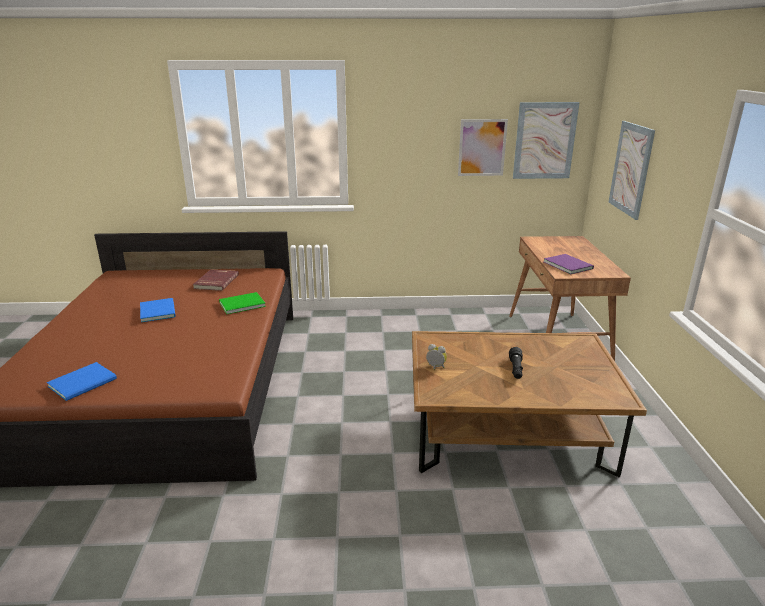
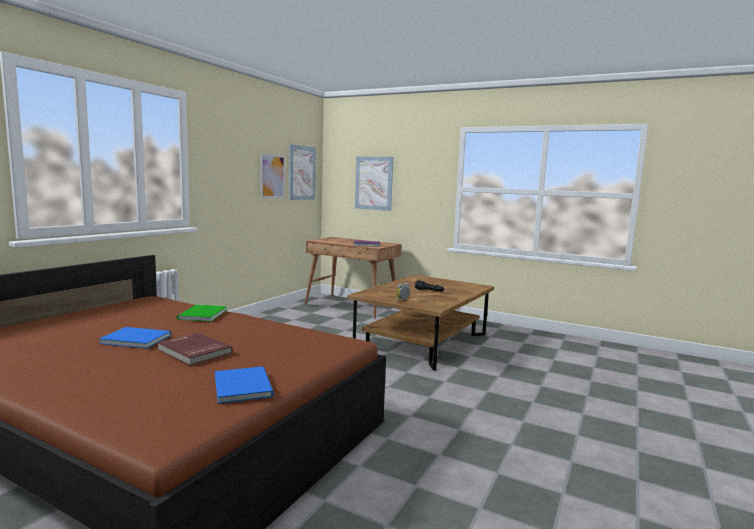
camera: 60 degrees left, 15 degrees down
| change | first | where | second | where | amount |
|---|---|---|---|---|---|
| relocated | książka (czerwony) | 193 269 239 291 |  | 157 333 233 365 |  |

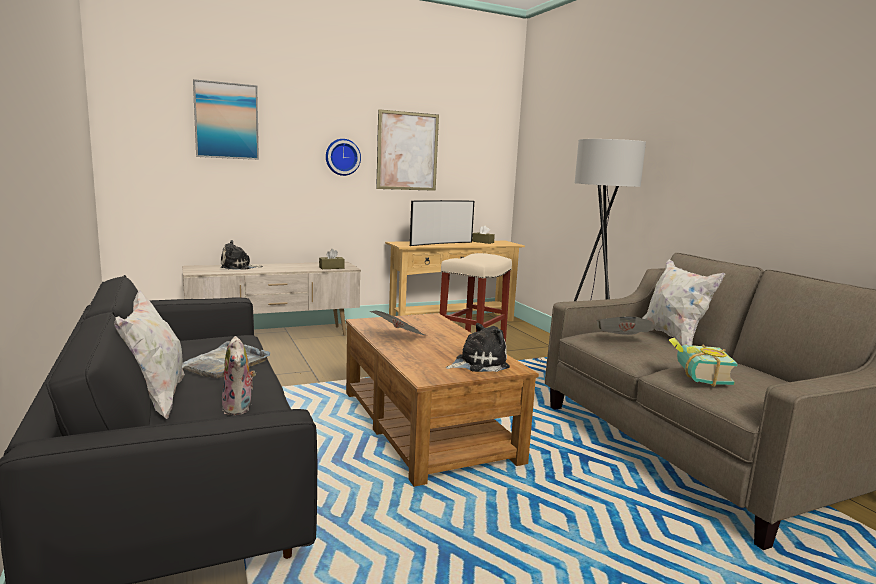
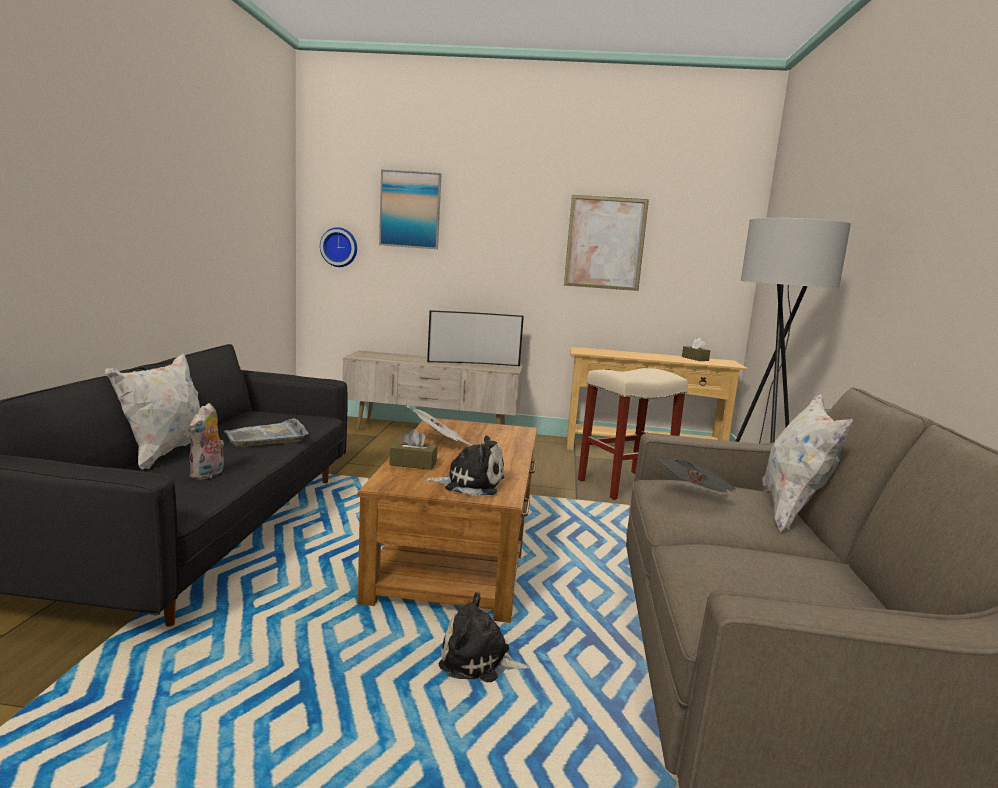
camera: 30 degrees right, 0 degrees up
| change | first | where | second | where | amount |
|---|---|---|---|---|---|
| missing | książka | 669 338 738 387 |  |  |  |
| relocated | pluszak | 221 240 263 270 |  | 439 592 530 682 |  |
| relocated | pudełko chusteczek (brązowy) | 319 249 345 269 |  | 390 429 437 470 |  |
| relocated | zegar ścienny | 326 139 361 176 |  | 320 227 357 267 |  |
| relocated | telewizor | 410 200 474 246 |  | 427 310 524 366 |  |

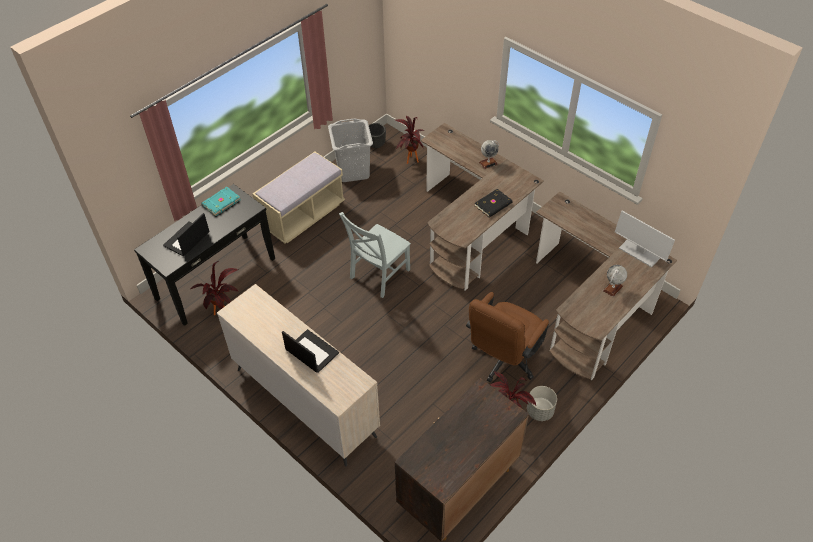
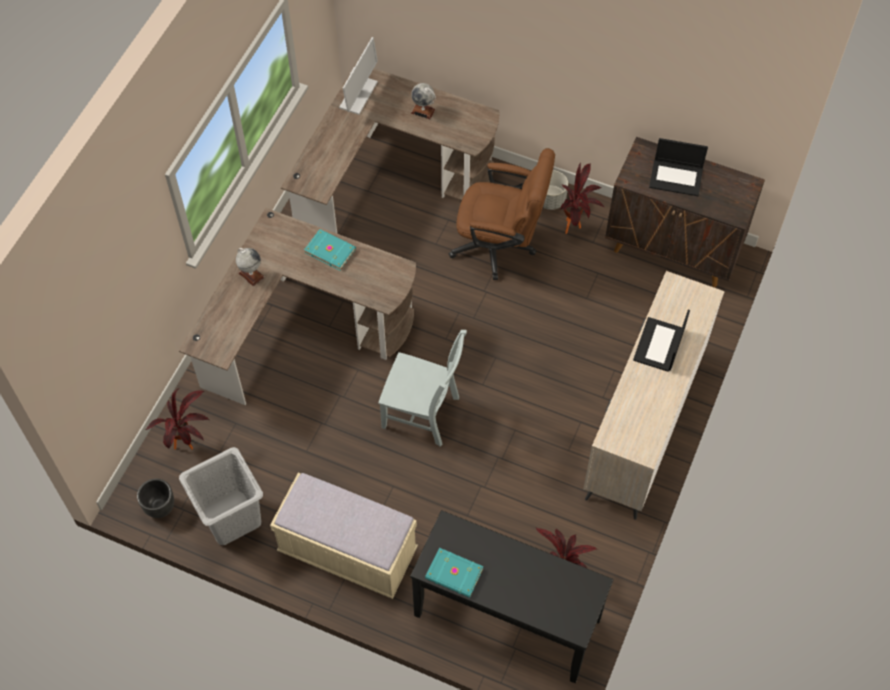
camera: 110 degrees left, 10 degrees up
| change | first | where | second | where | amount |
|---|---|---|---|---|---|
| relocated | laptop | 163 213 210 256 |  | 649 138 708 196 |  |
| colour | książka (czarny) | 475 189 513 218 | książka (turkusowy) | 304 229 356 270 |  |

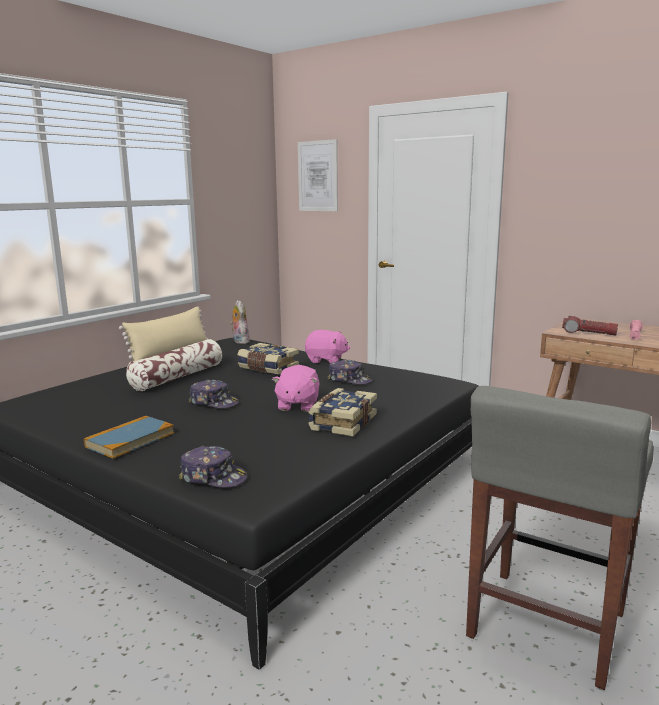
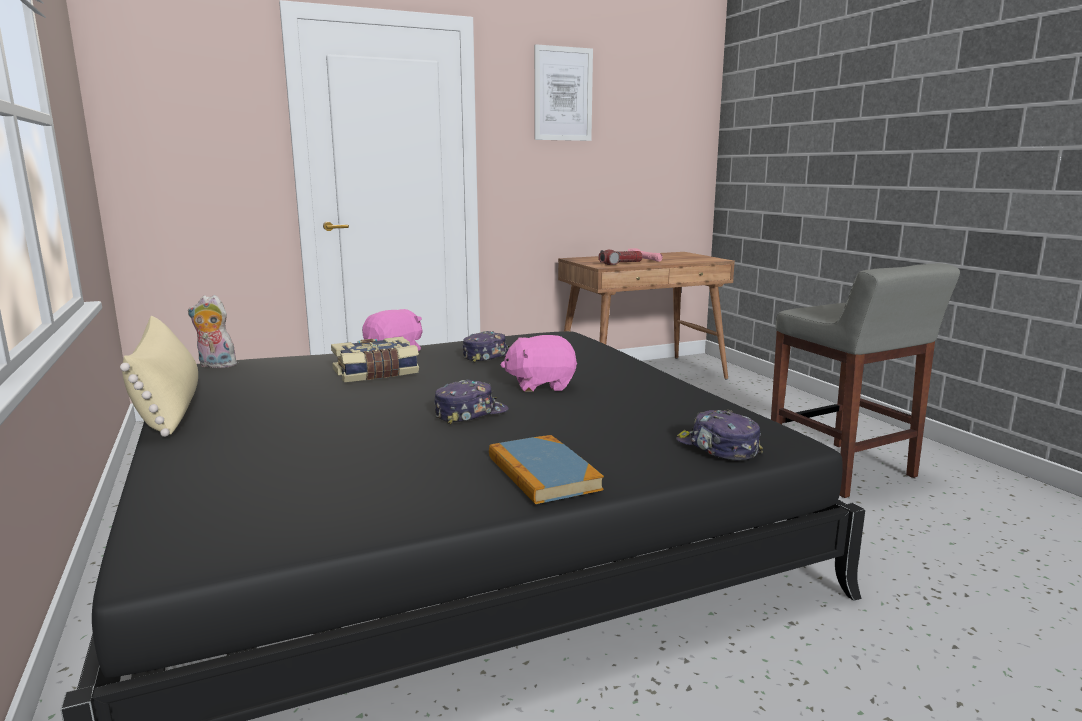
camera: 60 degrees left, 0 degrees up
| change | first | where | second | where | amount |
|---|---|---|---|---|---|
| missing | poduszka | 126 339 222 391 |  |  |  |
| missing | książka | 308 388 377 437 |  |  |  |
| relocated | obraz | 298 139 338 211 |  | 534 44 593 141 |  |
| spun | czapka z daszkiem | 178 446 248 488 |  | 676 410 763 460 | 90 degrees counterclockwise |
| spun | pluszak (różowy) | 272 365 319 412 |  | 500 335 577 392 | 135 degrees clockwise |

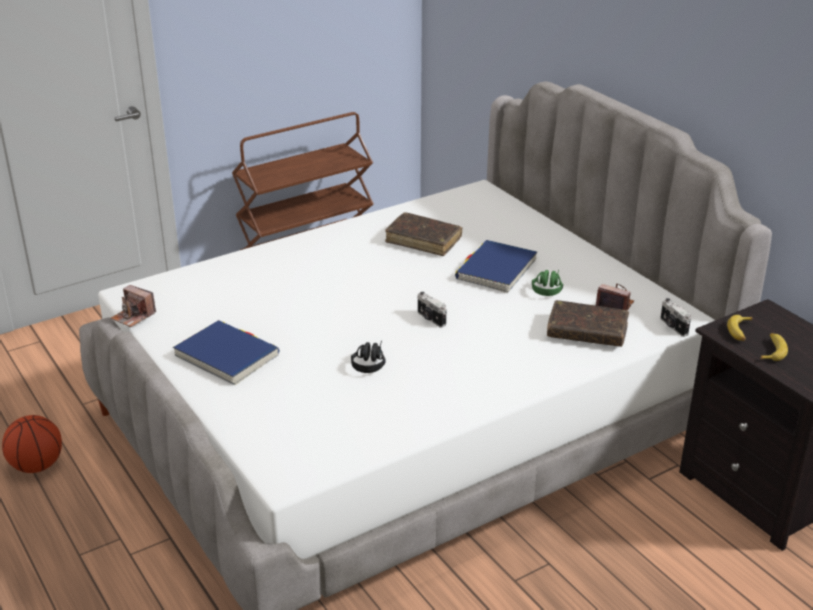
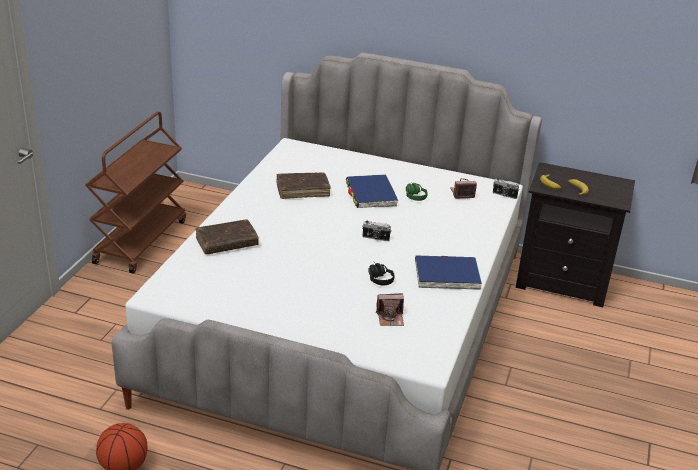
camera: 40 degrees left, 0 degrees up
| change | first | where | second | where | amount |
|---|---|---|---|---|---|
| relocated | aparat fotograficzny | 111 285 156 327 |  | 376 293 404 326 |  |
| relocated | książka (niebieski) | 173 320 280 385 |  | 415 255 482 290 |  |
| relocated | książka (brązowy) | 547 300 629 347 |  | 195 219 259 254 |  |

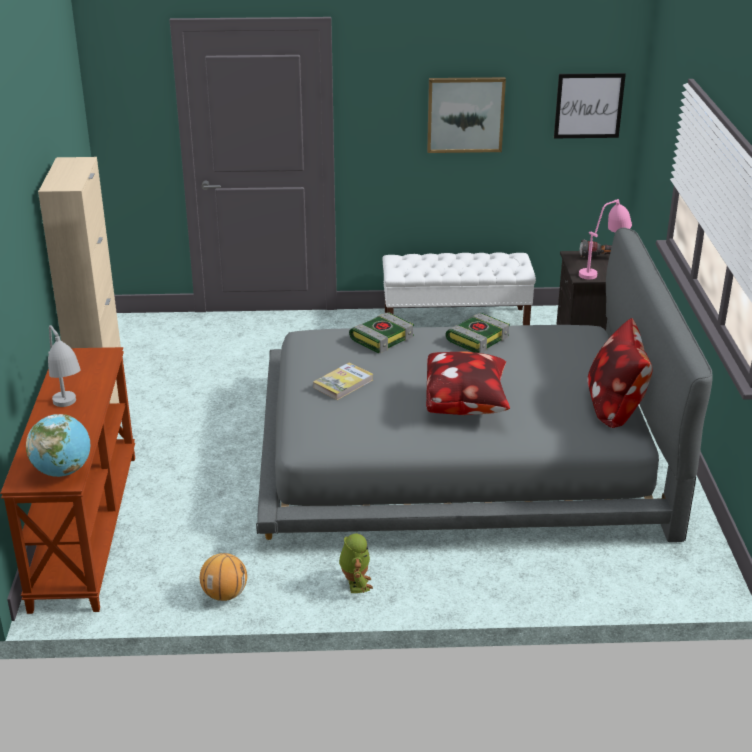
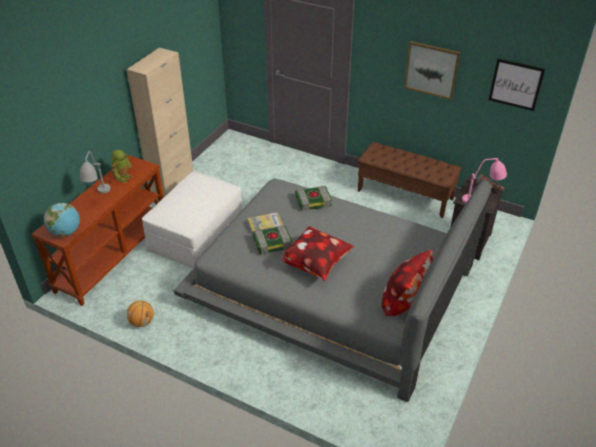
camera: 30 degrees right, 10 degrees up
| change | first | where | second | where | amount |
|---|---|---|---|---|---|
| appeared |  |  | pufa (biały) | 142 171 243 269 |  |
| relocated | robot zabawkowy | 339 534 373 593 |  | 112 150 133 183 |  |
| relocated | książka | 445 313 510 353 |  | 253 225 292 255 |  |
| colour | ławka (biały) | 382 253 536 325 | ławka (brązowy) | 358 142 462 218 |  |

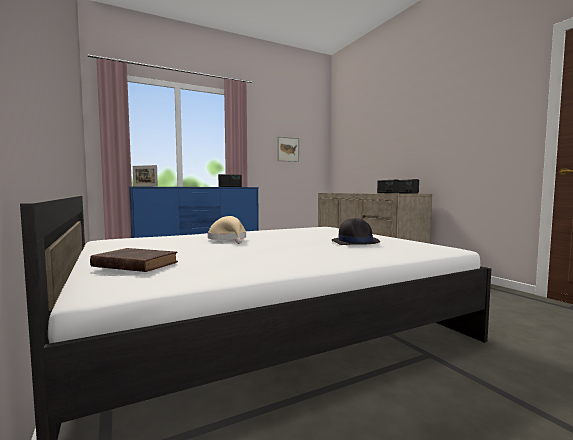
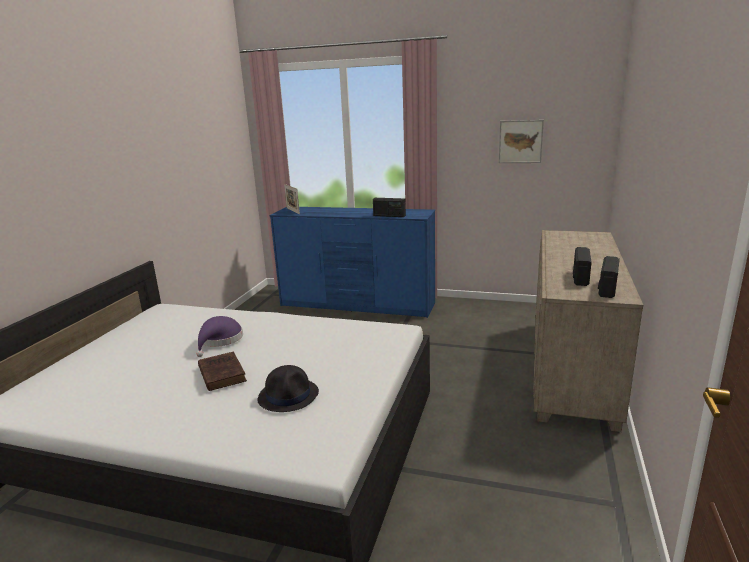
camera: 45 degrees right, 15 degrees up
| change | first | where | second | where | amount |
|---|---|---|---|---|---|
| relocated | książka (brązowy) | 90 248 178 272 |  | 198 352 247 391 |  |
| colour | kapelusz (beżowy) | 208 216 246 244 | kapelusz (fioletowy) | 196 316 243 357 |  |

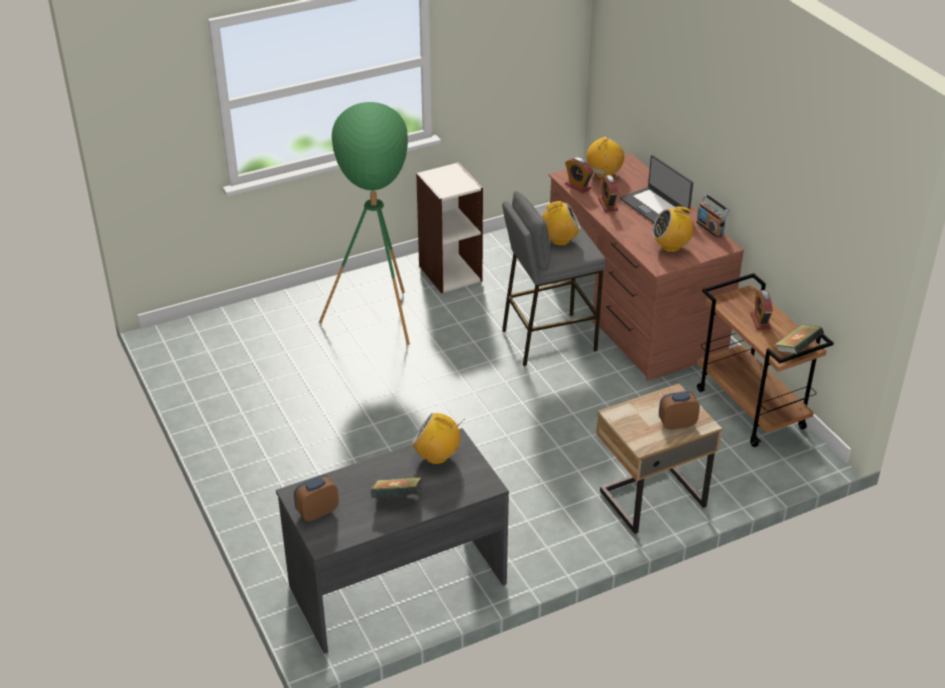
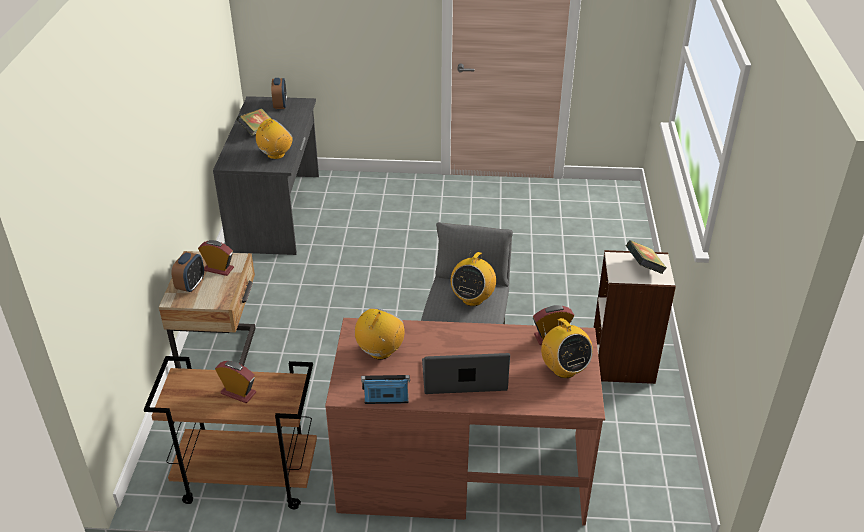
camera: 120 degrees right, 0 degrees up
| change | first | where | second | where | amount |
|---|---|---|---|---|---|
| missing | lampa stojąca (zielony) | 319 102 410 345 |  |  |  |
| relocated | budzik | 598 175 618 212 |  | 198 240 234 276 |  |
| relocated | książka | 775 325 824 354 |  | 626 240 666 274 |  |

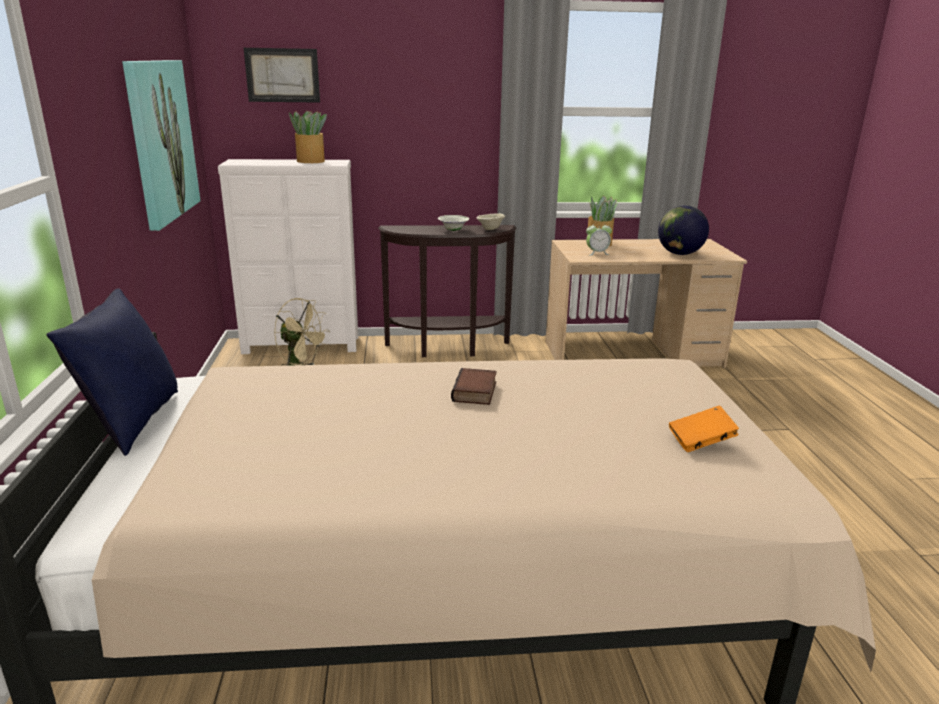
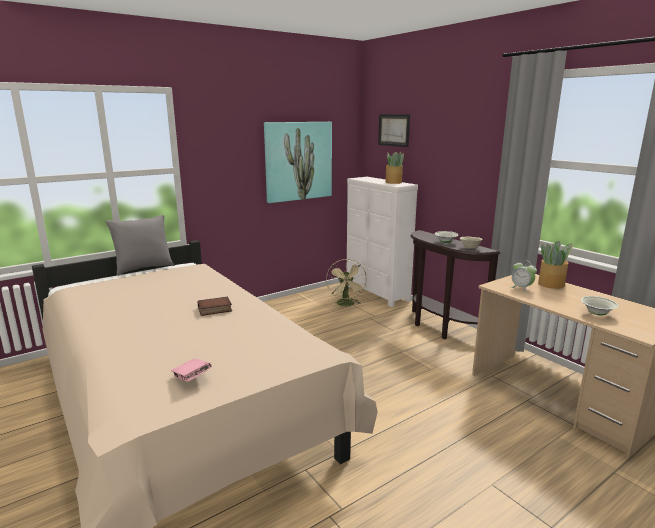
camera: 60 degrees right, 5 degrees down
| change | first | where | second | where | amount |
|---|---|---|---|---|---|
| exchanged | globus | 658 205 709 255 | miska (biały) | 581 296 619 316 |  |
| colour | poduszka (niebieski) | 46 288 178 456 | poduszka (szary) | 106 215 174 276 |  |
| colour | książka (pomarańczowy) | 669 406 739 452 | książka (różowy) | 171 358 212 382 |  |

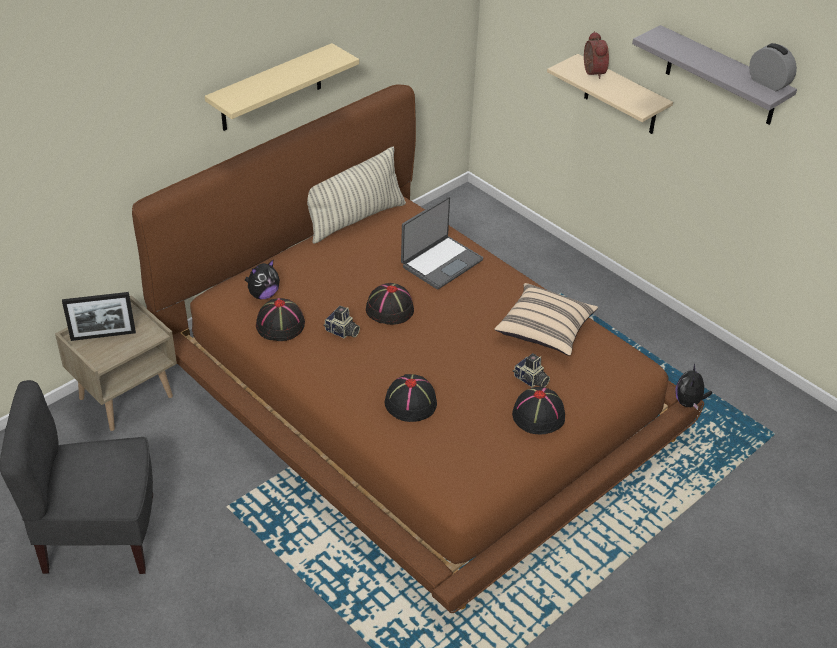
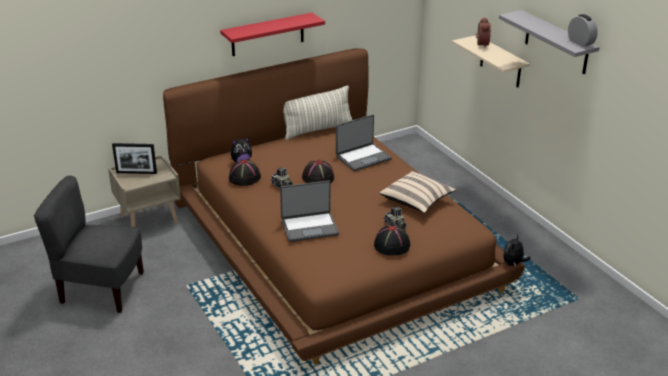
camera: 15 degrees right, 10 degrees down
| change | first | where | second | where | amount |
|---|---|---|---|---|---|
| exchanged | kapelusz (czarny) | 385 374 437 422 | laptop | 280 180 339 242 |  |
| colour | półka (beżowy) | 205 43 359 131 | półka (czerwony) | 220 13 325 56 |  |

